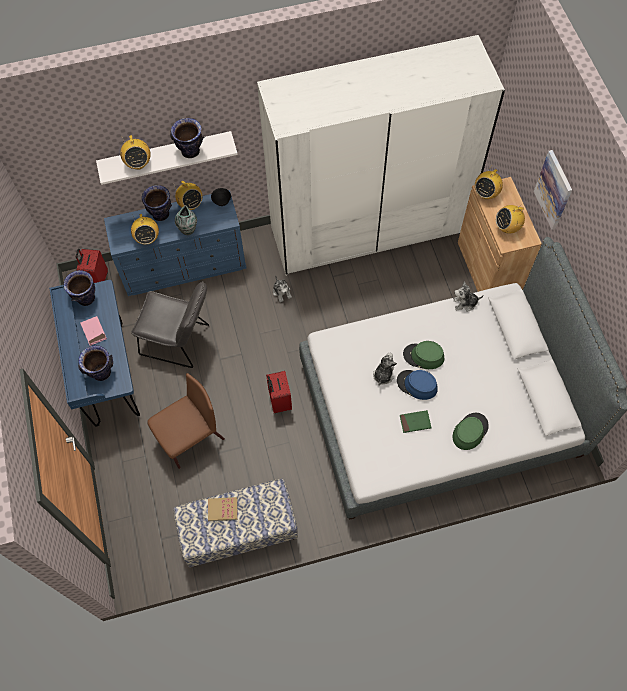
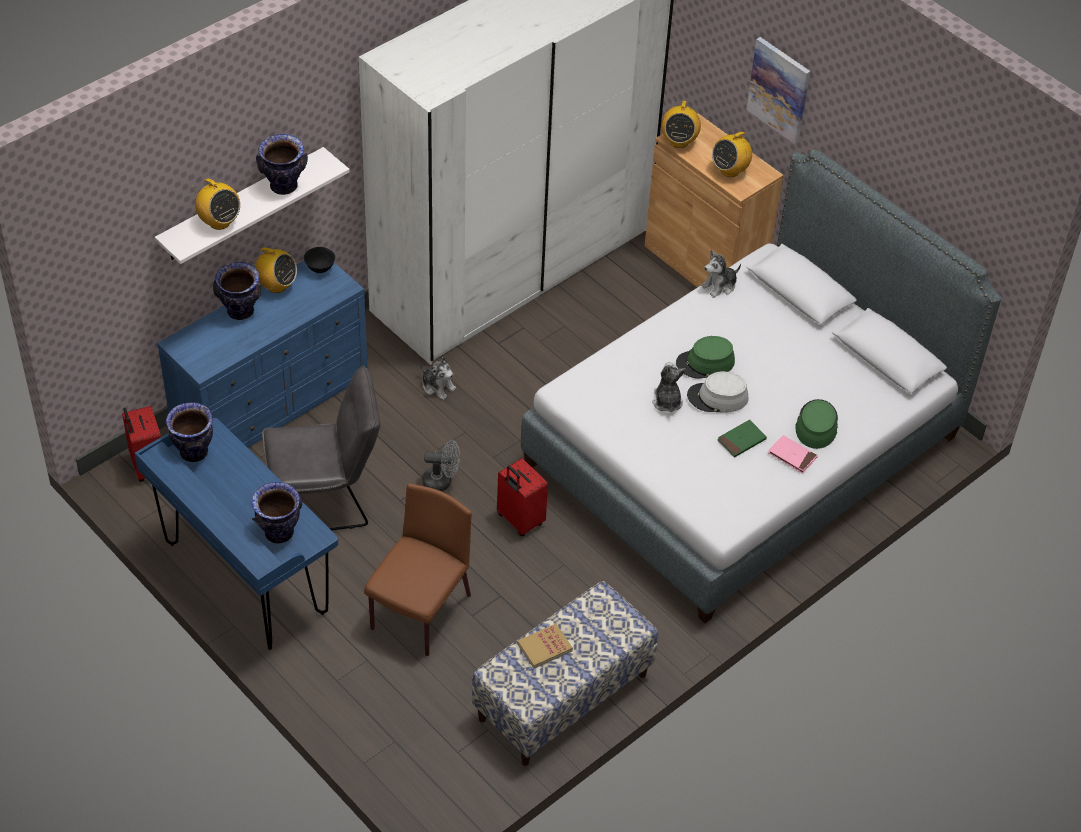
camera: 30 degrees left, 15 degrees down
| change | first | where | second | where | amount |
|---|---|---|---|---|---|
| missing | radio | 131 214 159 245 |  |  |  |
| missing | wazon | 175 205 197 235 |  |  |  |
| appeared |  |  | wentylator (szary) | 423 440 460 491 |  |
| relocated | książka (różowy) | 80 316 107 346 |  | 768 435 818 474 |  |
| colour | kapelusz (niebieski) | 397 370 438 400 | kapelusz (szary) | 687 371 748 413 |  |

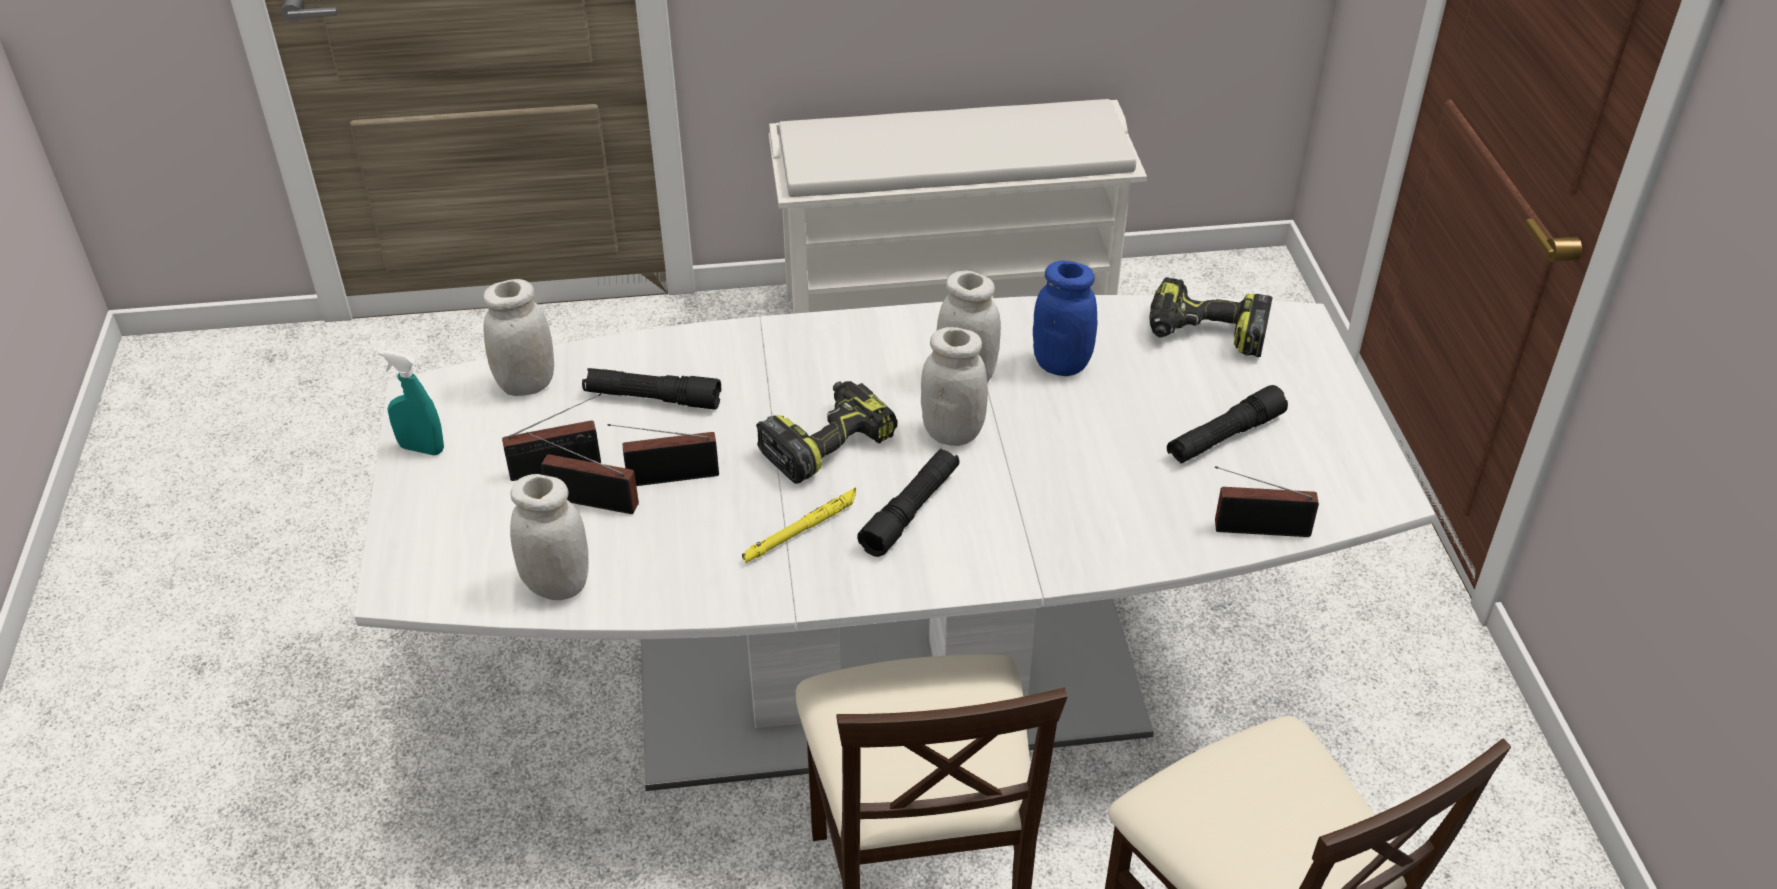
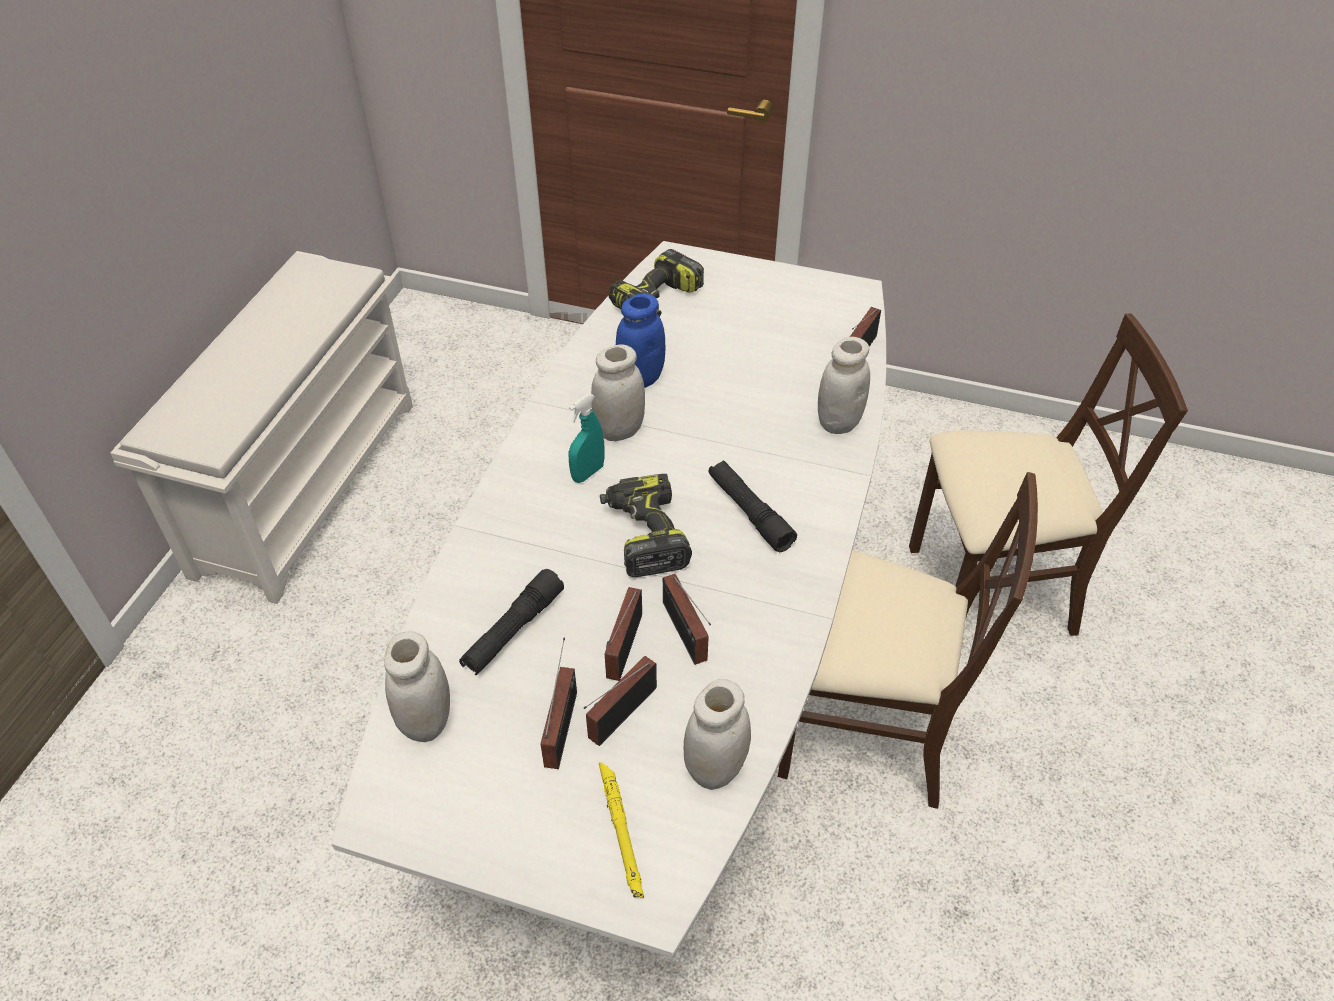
camera: 65 degrees left, 5 degrees up
| change | first | where | second | where | amount |
|---|---|---|---|---|---|
| missing | latarka (czarny) | 1167 385 1288 464 |  |  |  |
| appeared |  |  | radio | 663 574 711 665 |  |
| relocated | spryskiwacz (turkusowy) | 378 350 444 455 |  | 568 394 604 483 |  |
| relocated | latarka (żółty) | 742 487 856 563 |  | 599 762 644 898 |  |
| relocated | słoik (biały) | 921 327 988 446 |  | 818 337 870 434 |  |

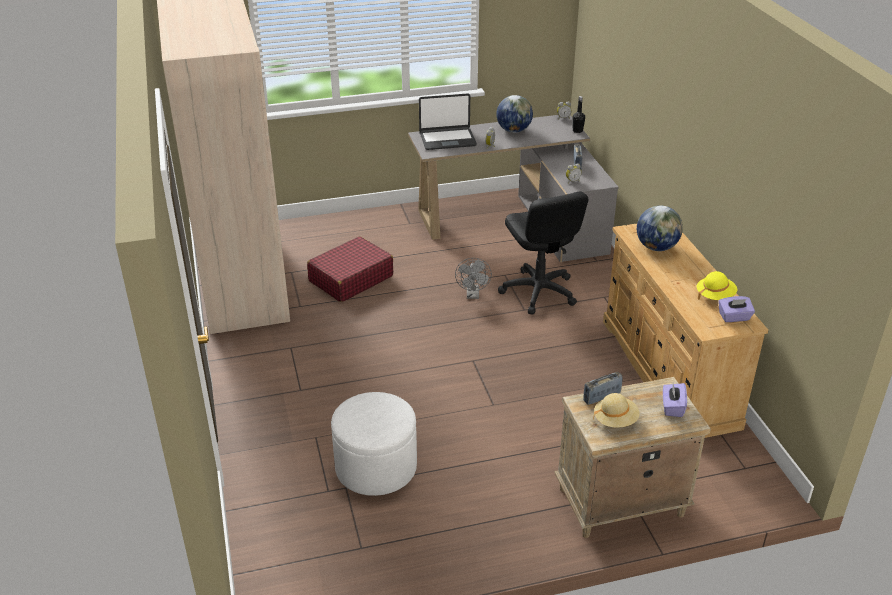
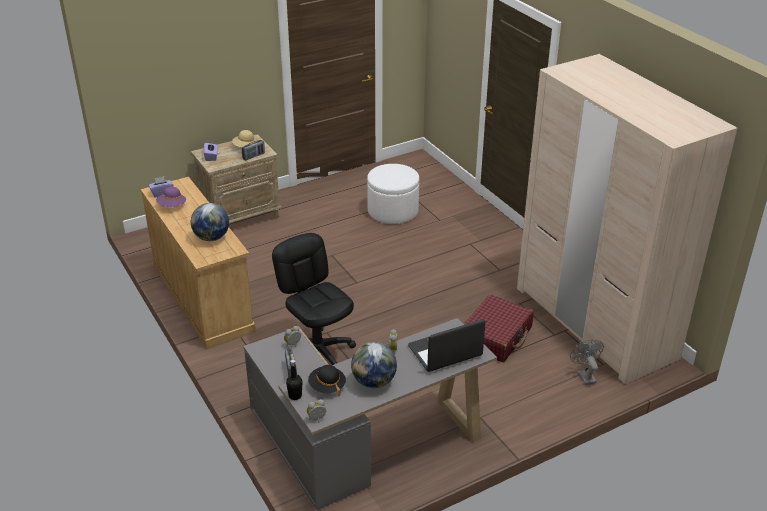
camera: 165 degrees right, 0 degrees up
| change | first | where | second | where | amount |
|---|---|---|---|---|---|
| appeared |  |  | kapelusz (czarny) | 308 365 346 396 |  |
| relocated | wentylator (szary) | 455 258 492 299 |  | 570 340 604 385 |  |
| colour | kapelusz (żółty) | 697 271 737 300 | kapelusz (fioletowy) | 156 187 186 207 |  |

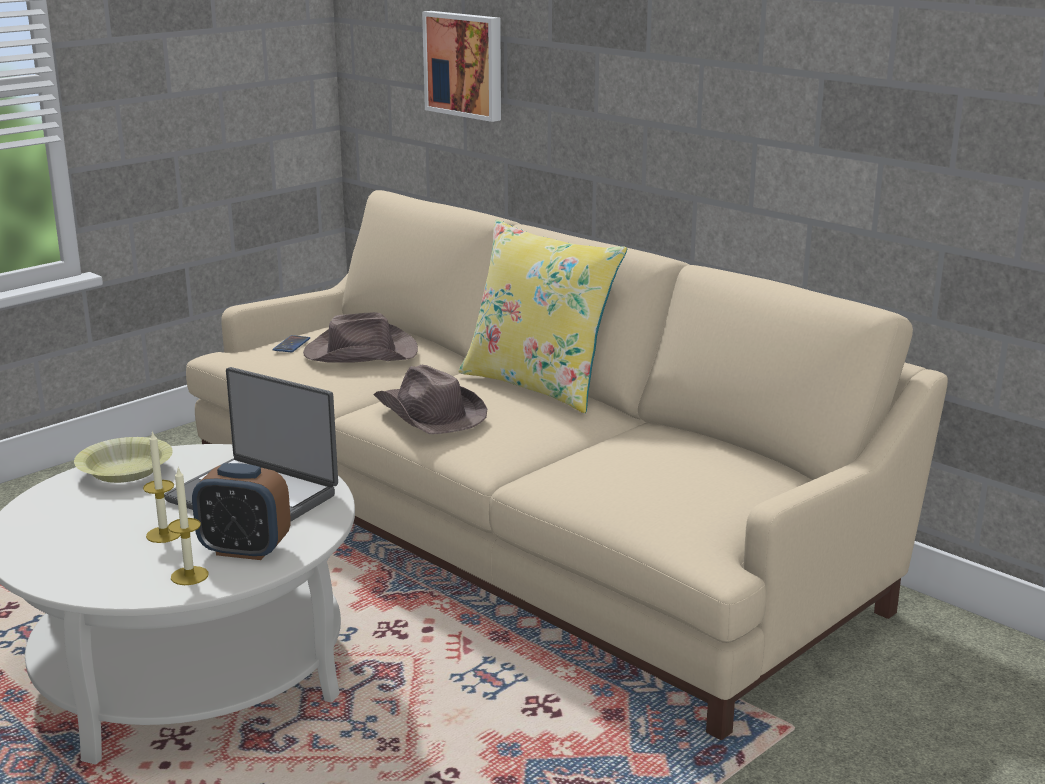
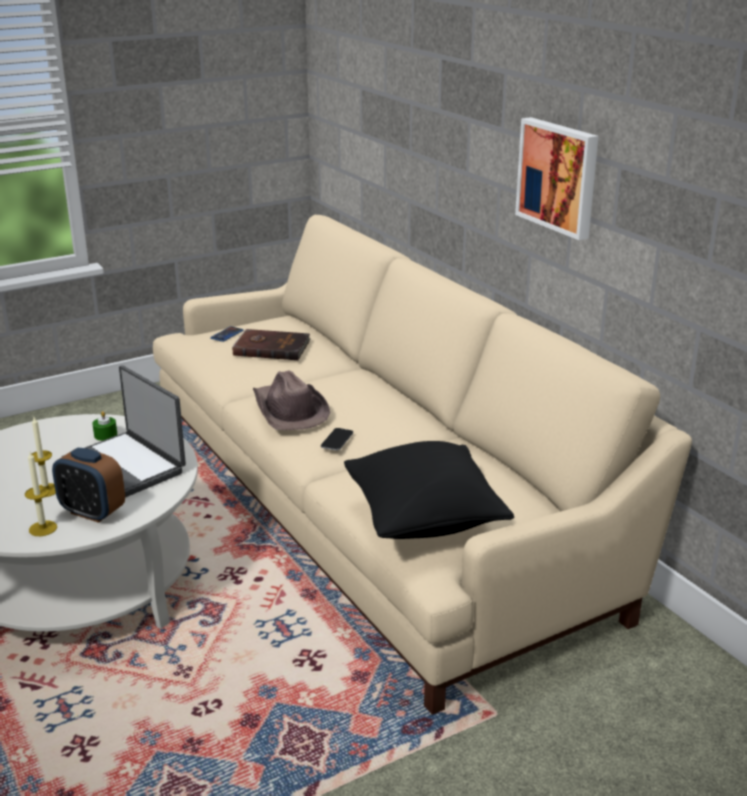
camera: 15 degrees right, 5 degrees up
| change | first | where | second | where | amount |
|---|---|---|---|---|---|
| missing | miska (żółty) | 74 437 173 483 |  |  |  |
| missing | poduszka (żółty) | 458 219 627 413 |  |  |  |
| appeared |  |  | świeca (zielony) | 92 411 117 441 |  |
| appeared |  |  | telefon | 321 428 353 451 |  |
| appeared |  |  | poduszka (czarny) | 344 441 514 539 |  |
| relocated | obraz | 422 11 501 122 |  | 515 117 599 240 |  |
| exchanged | kapelusz (brązowy) | 303 312 418 363 | książka (brązowy) | 232 329 310 360 |  |

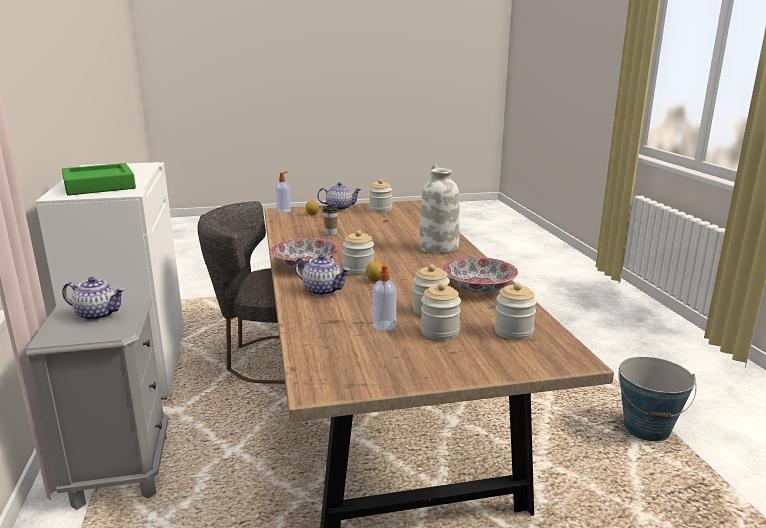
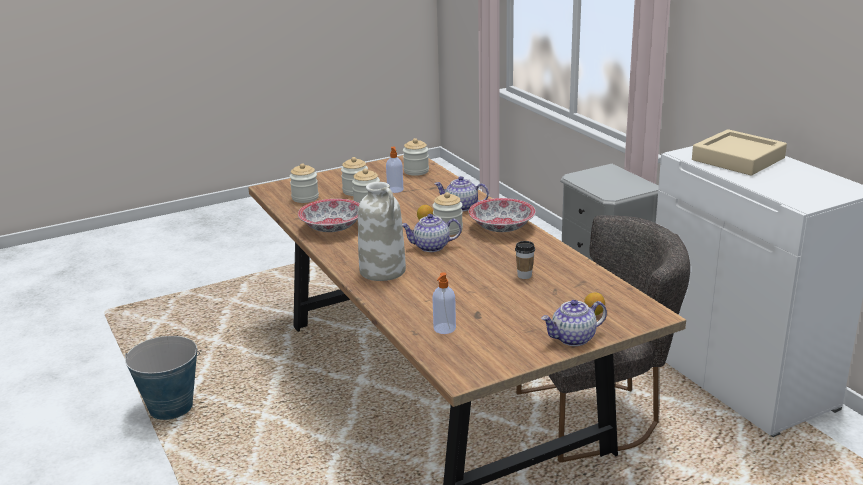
camera: 165 degrees right, 5 degrees up
| change | first | where | second | where | amount |
|---|---|---|---|---|---|
| relocated | imbryk | 62 277 125 321 |  | 402 214 461 252 |  |
| relocated | dozownik mydła | 275 172 291 213 |  | 433 272 456 334 |  |
| relocated | słoik | 369 179 392 212 |  | 403 138 429 176 |  |
| colour | taca (zielony) | 62 163 136 196 | taca (beżowy) | 692 129 787 175 |  |

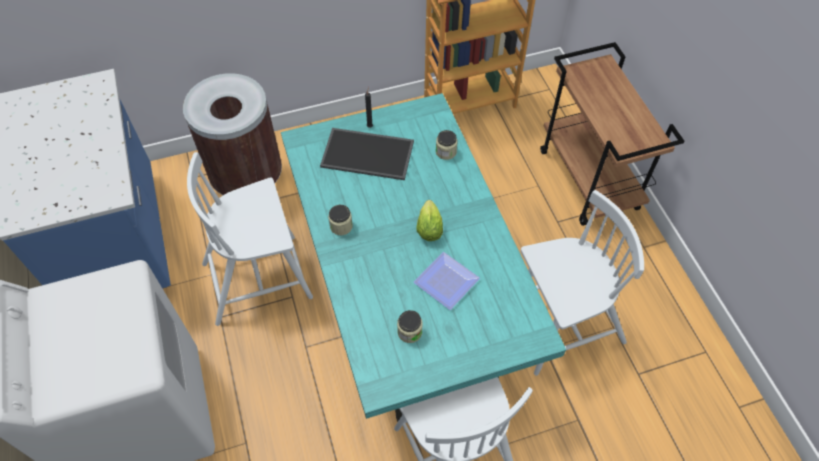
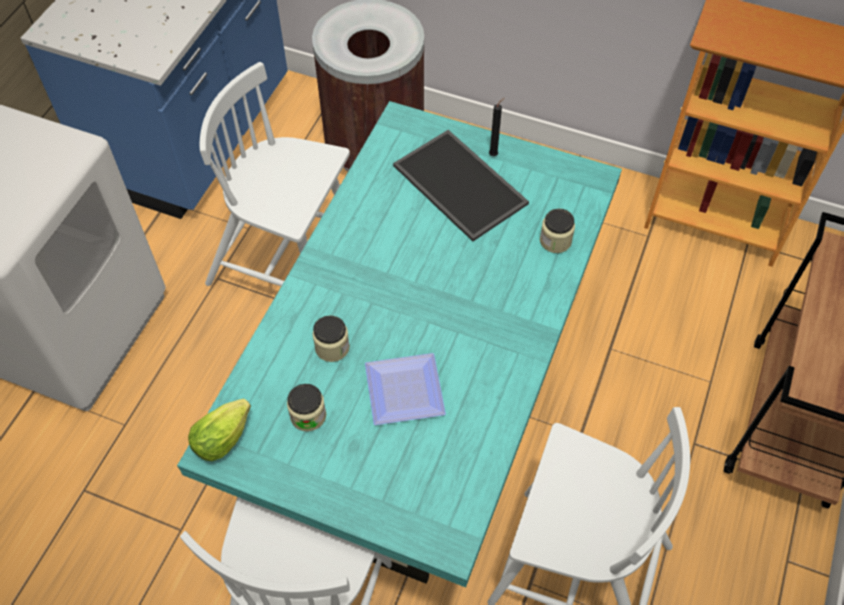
camera: 40 degrees right, 0 degrees up
| change | first | where | second | where | amount |
|---|---|---|---|---|---|
| relocated | słoik | 328 205 353 235 |  | 313 315 350 362 |  |
| relocated | sałata | 416 200 443 241 |  | 188 399 251 461 |  |

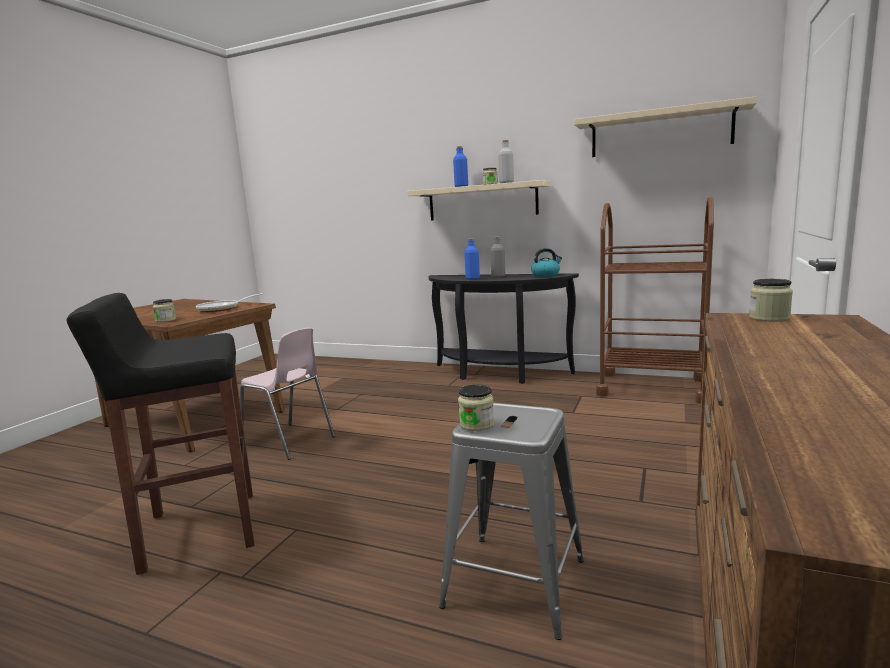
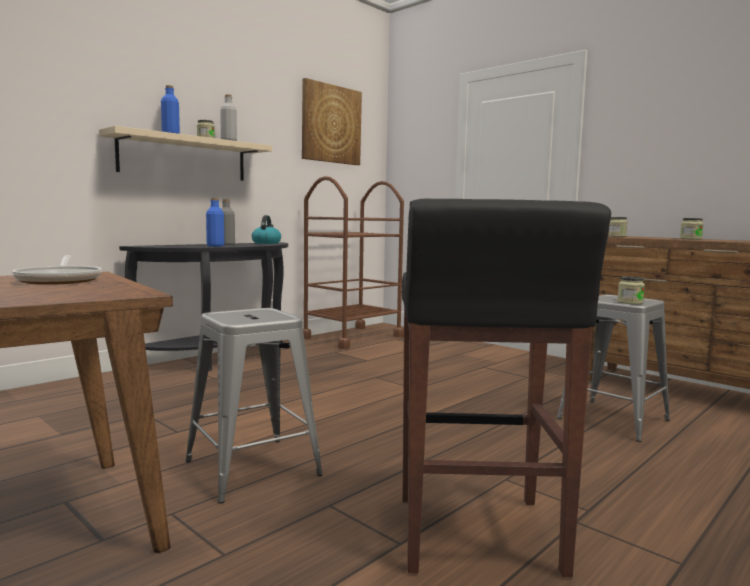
camera: 70 degrees left, 5 degrees down
| change | first | where | second | where | amount |
|---|---|---|---|---|---|
| relocated | słoik | 153 299 176 322 |  | 680 218 704 240 |  |
| exchanged | krzesło (różowy) | 240 328 335 460 | stołek (szary) | 185 308 323 503 |  |
| exchanged | półka (beżowy) | 574 96 757 157 | obraz | 302 78 362 165 |  |

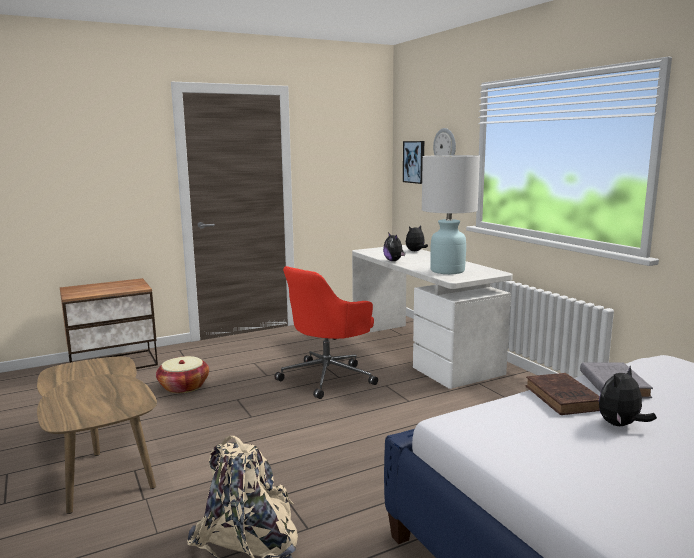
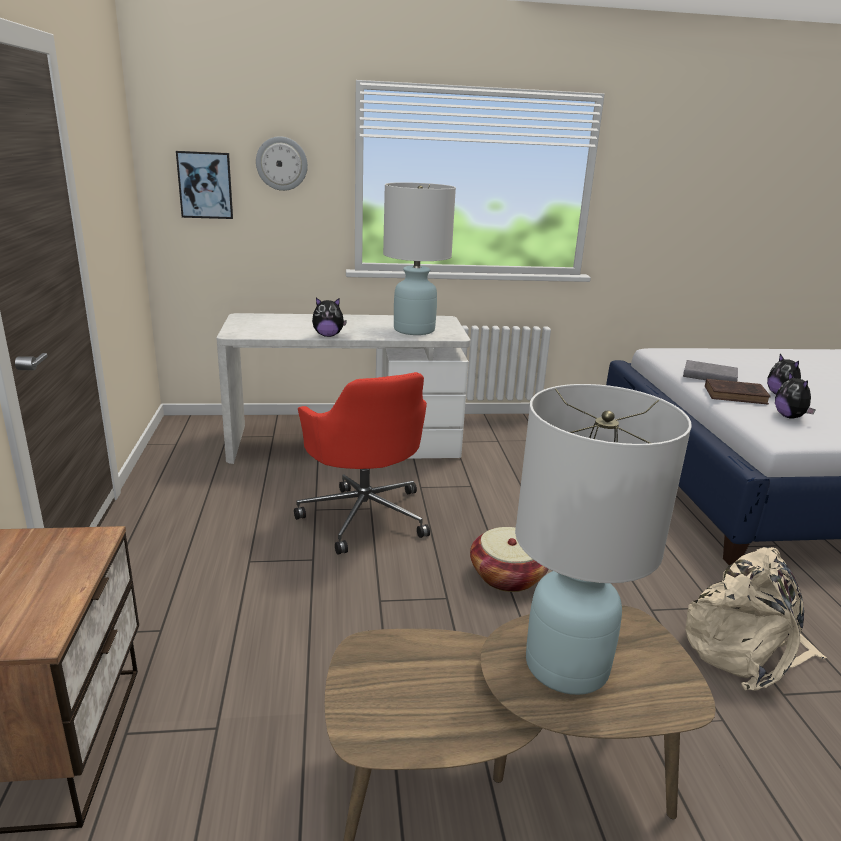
camera: 70 degrees left, 10 degrees up
| change | first | where | second | where | amount |
|---|---|---|---|---|---|
| appeared |  |  | lampa stołowa (biały) | 515 384 692 695 |  |
| relocated | koszyk | 156 356 209 393 |  | 470 527 549 592 |  |
| relocated | pluszak | 406 225 428 251 |  | 775 371 816 419 |  |

